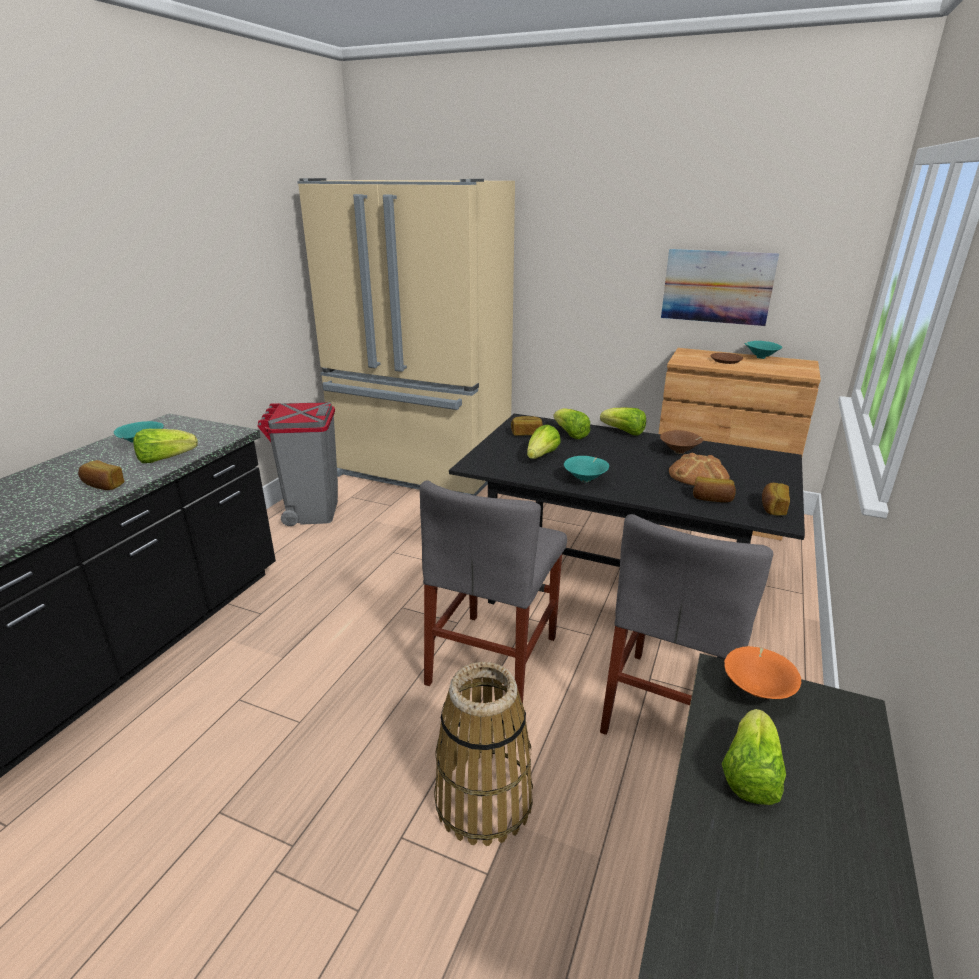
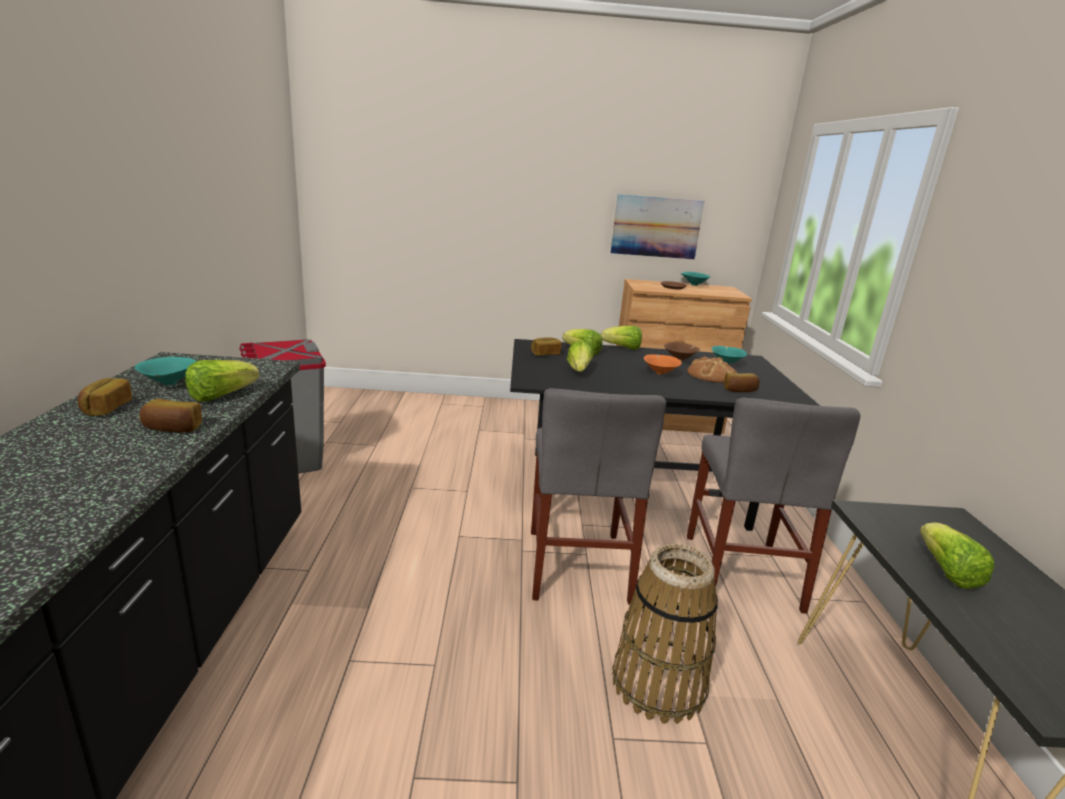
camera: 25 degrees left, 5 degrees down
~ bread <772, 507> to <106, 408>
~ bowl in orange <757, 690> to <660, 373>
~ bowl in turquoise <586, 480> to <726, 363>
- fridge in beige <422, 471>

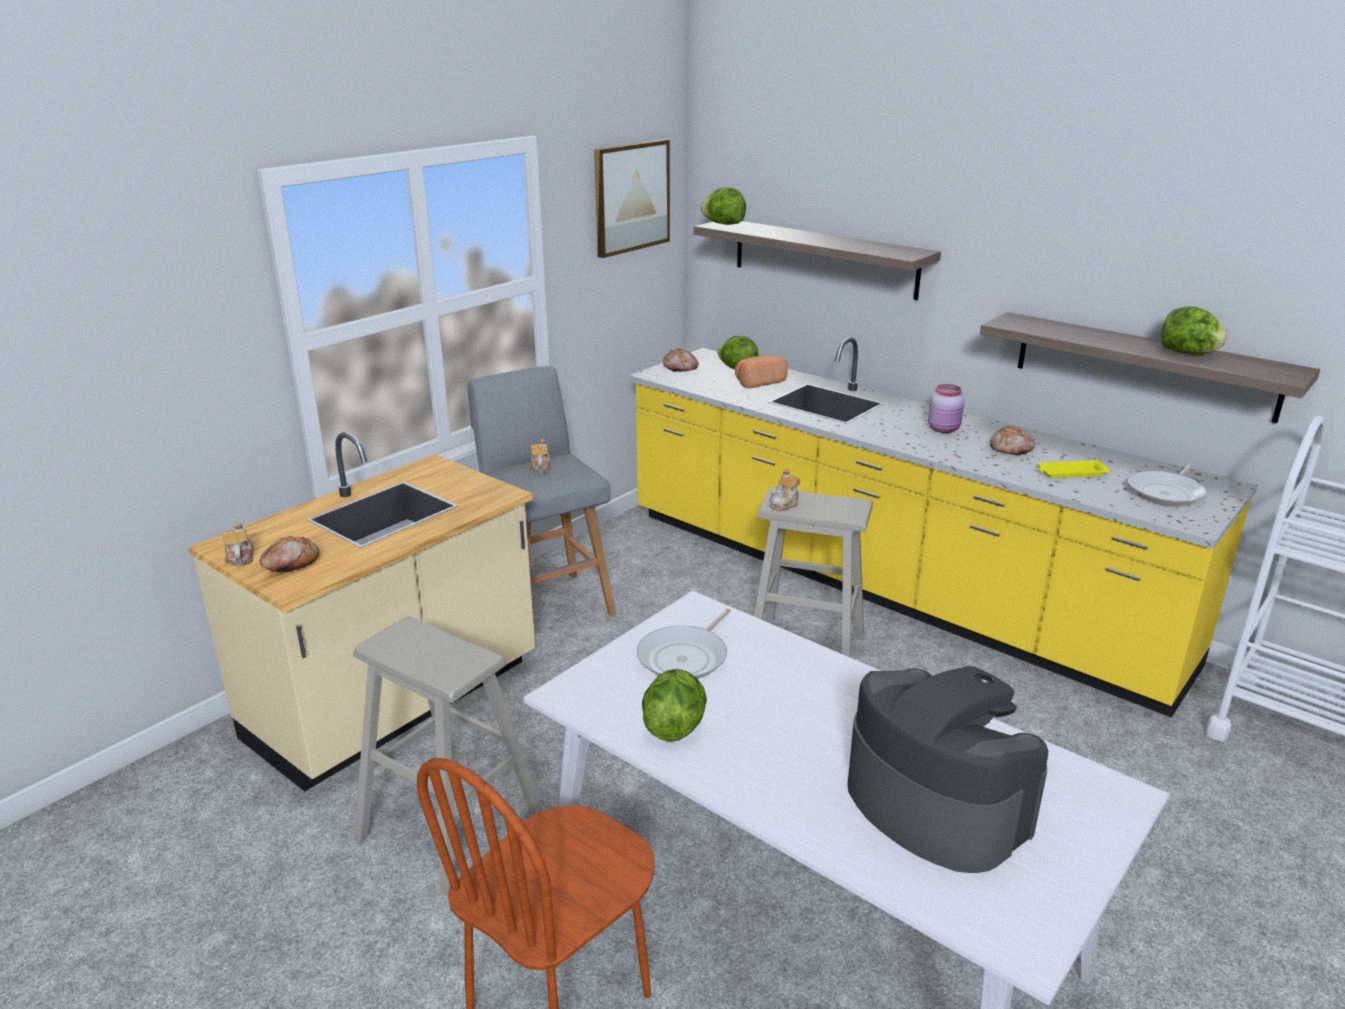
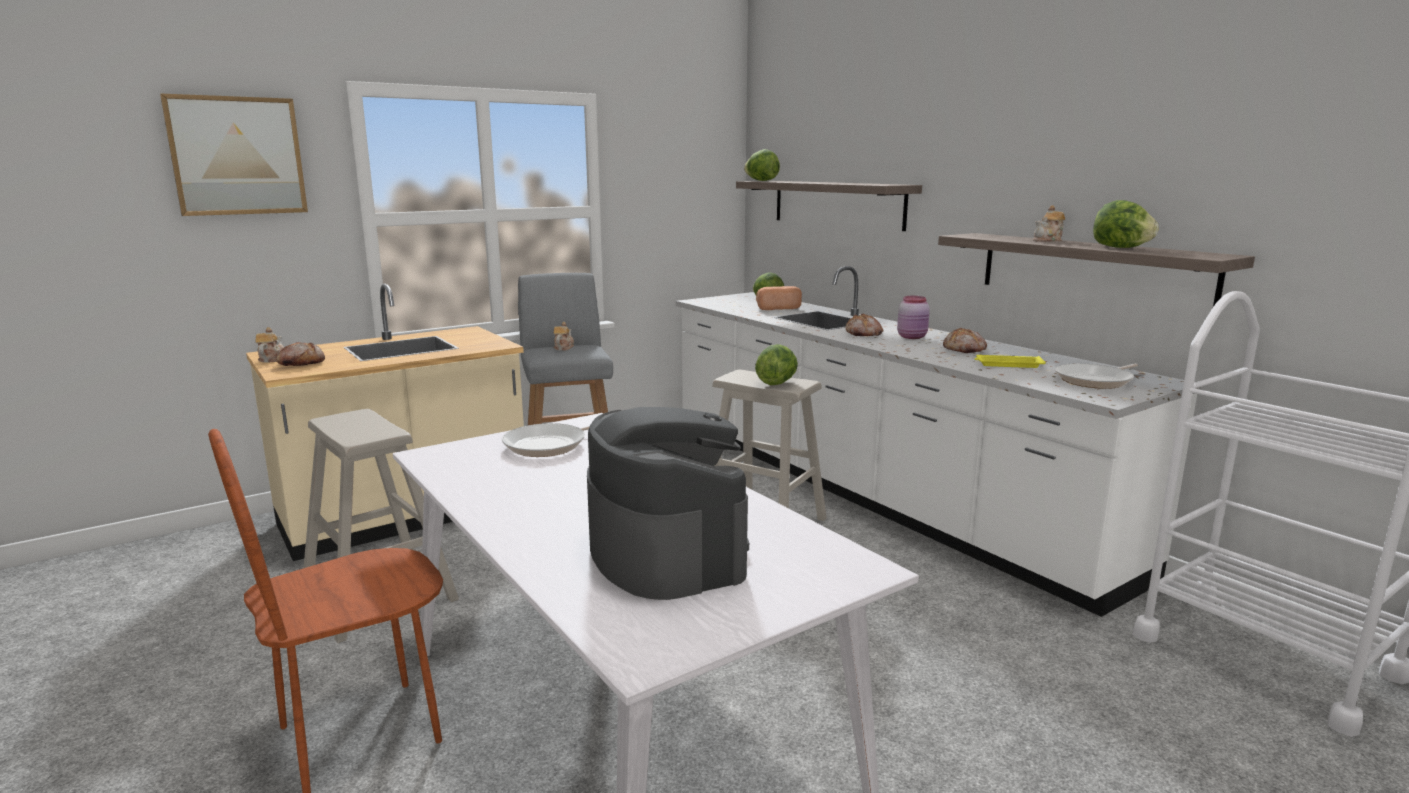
camera: 15 degrees right, 10 degrees down
~ picture <631, 197> to <237, 156>
~ counter in yellow <885, 586> to counter in white <868, 491>
~ lettuce <674, 726> to <776, 383>
~ bread <680, 367> to <863, 334>
~ teapot <785, 504> to <1048, 240>

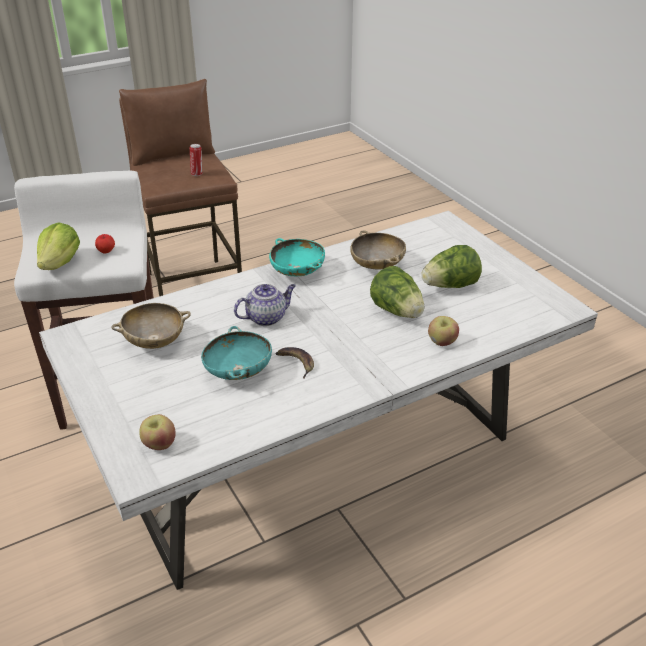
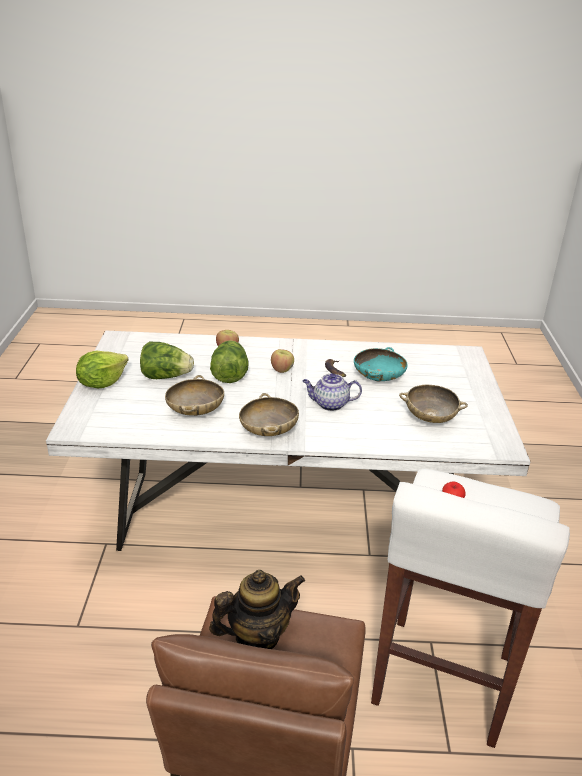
camera: 150 degrees left, 5 degrees down
~ lettuce <61, 263> to <102, 383>
~ can <197, 174> to teapot <257, 635>
~ bowl in turquoise <297, 272> to bowl in beige <268, 431>
~ apple <159, 444> to <282, 370>

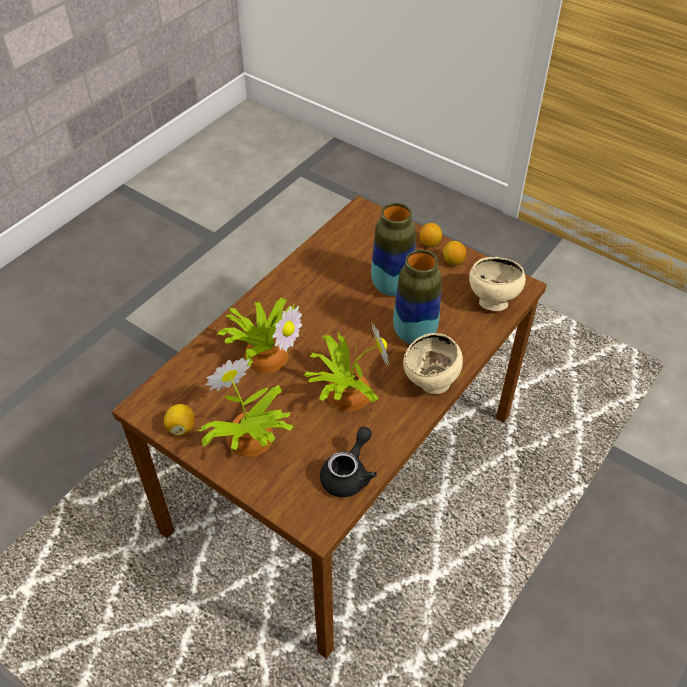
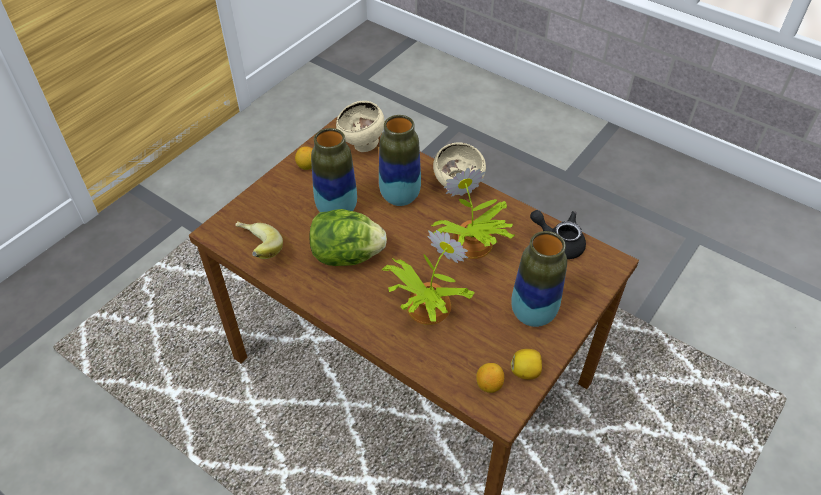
camera: 90 degrees left, 0 degrees up
+ banana <256, 251>
+ lettuce <346, 255>
~ lemon <429, 243> to <489, 385>
~ potted plant <249, 439> to vase <533, 314>

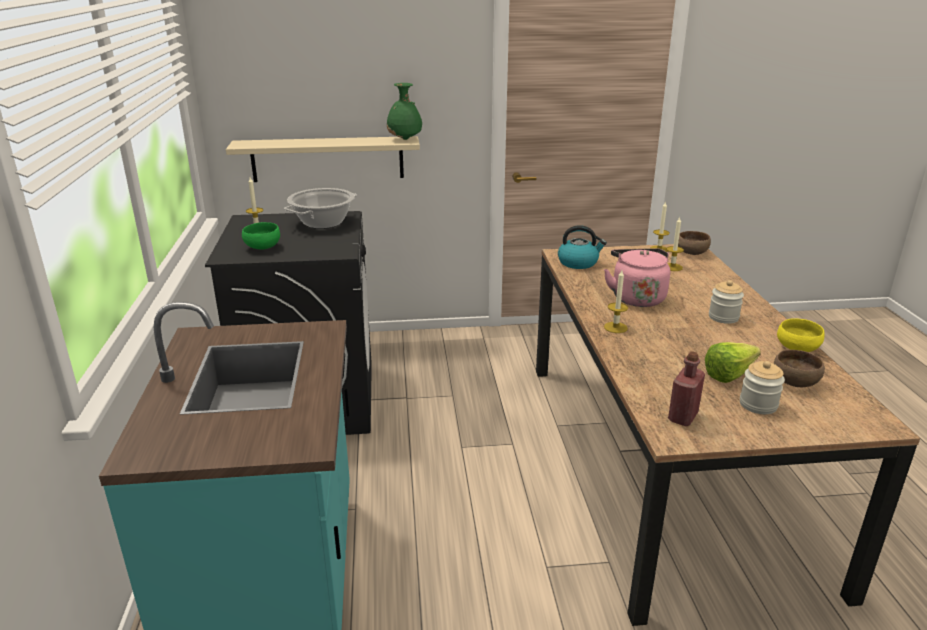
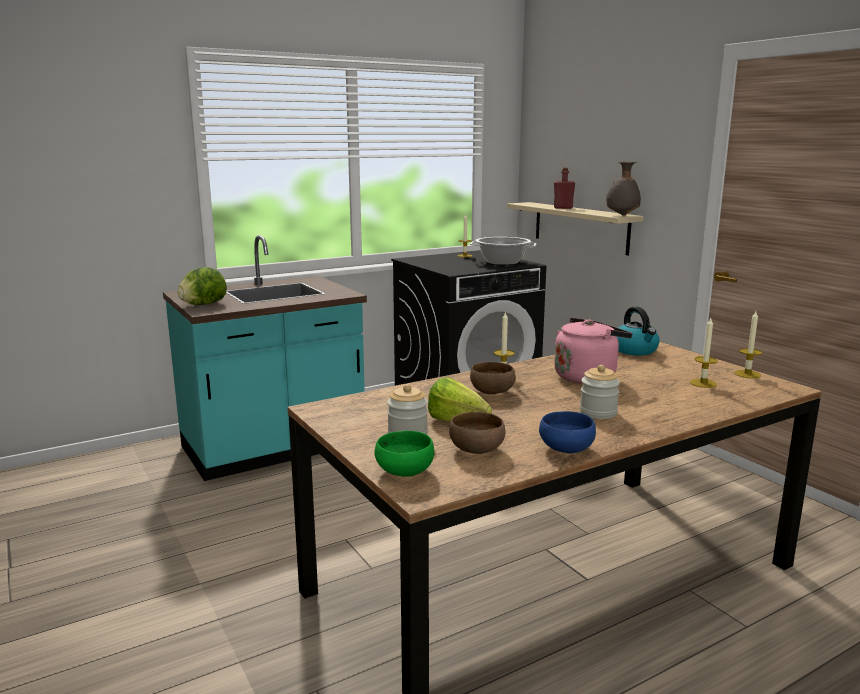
camera: 65 degrees right, 10 degrees down
+ lettuce <203, 304>
~ bowl in green <262, 248> to <403, 472>
~ bowl in brown <691, 253> to <491, 391>
~ bowl in yellow <797, 349> to bowl in blue <565, 449>
~ bottle in red <683, 417> to <563, 208>
~ vase in green <405, 139> to vase in grey <622, 215>

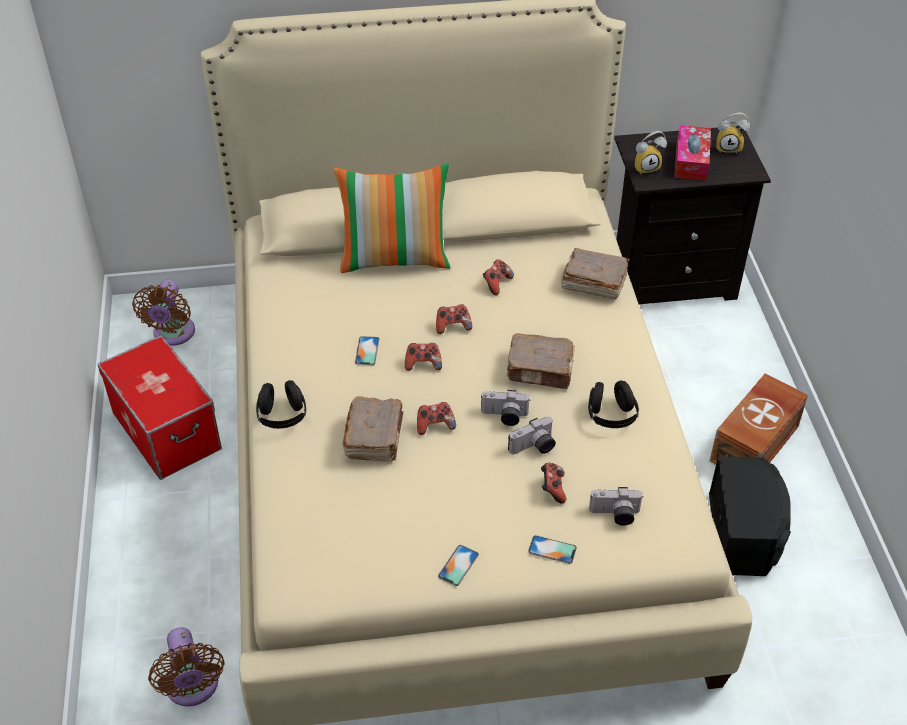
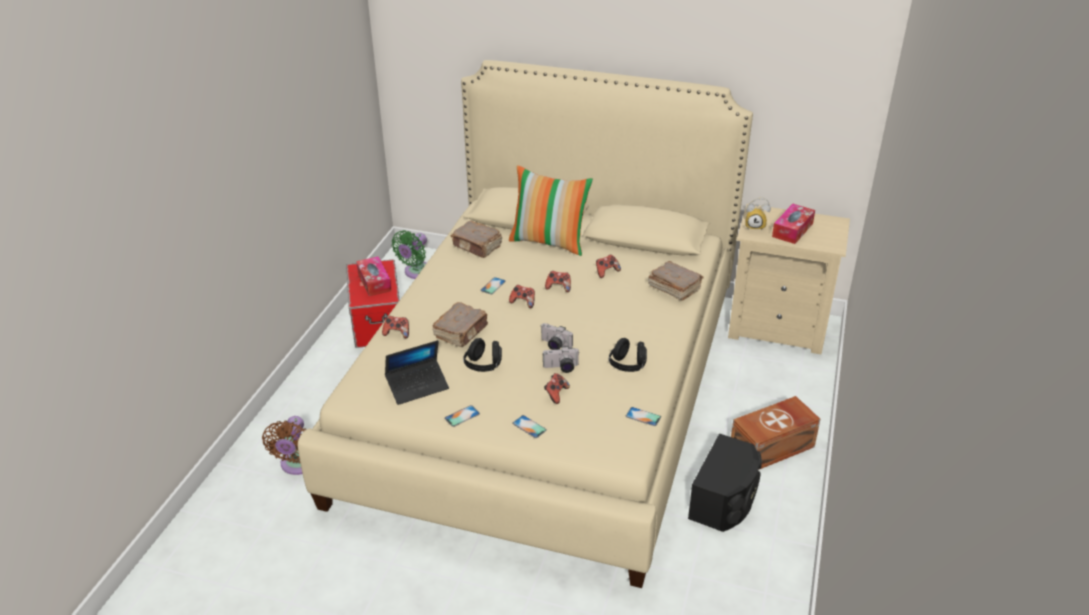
camera: 25 degrees right, 10 degrees down
+ tissue box <374, 282>
~ game controller <435, 425> to <397, 333>
+ laptop <417, 386>
~ fan in brown <173, 334> to fan in green <416, 272>
~ book in brown <541, 370> to <477, 246>
~ headphones in black <282, 416> to <483, 365>
+ phone <643, 417>
~ nightstand in black <671, 278> to nightstand in beige <778, 328>
- photo camera <615, 515>
- alarm clock <729, 148>

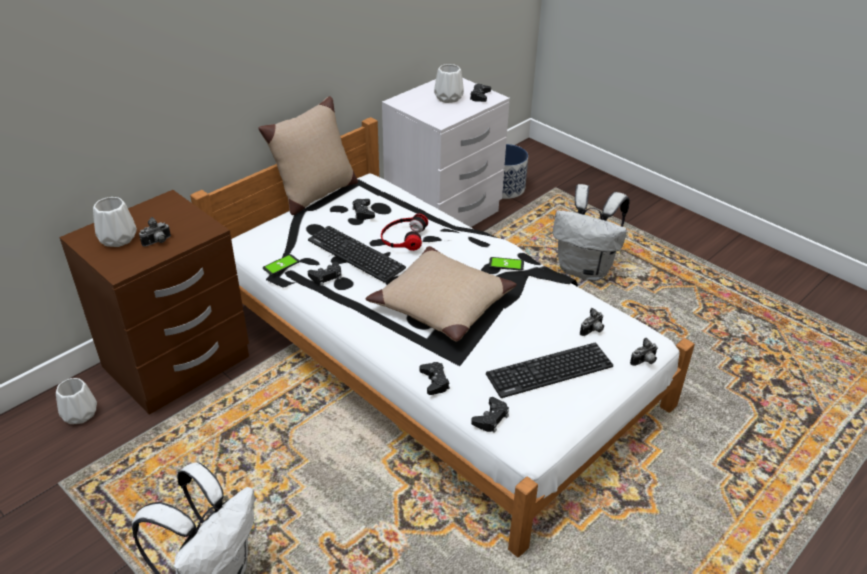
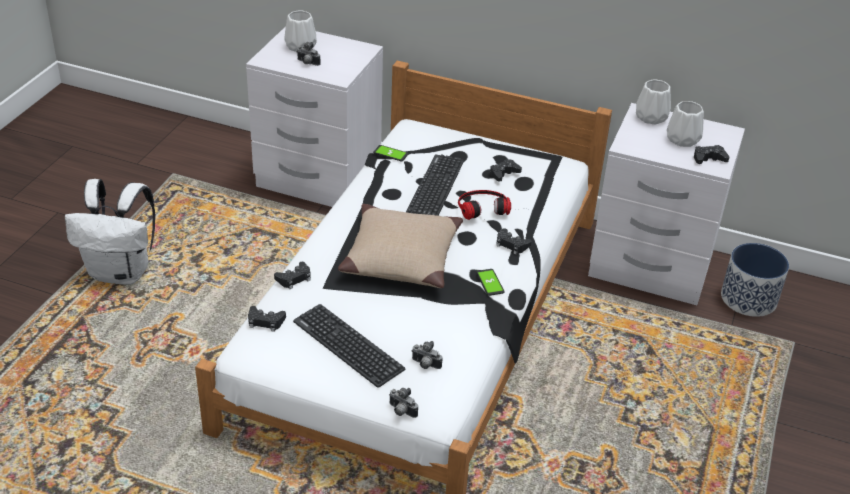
camera: 65 degrees right, 0 degrees up
~ nightstand in brown <178, 363> to nightstand in white <318, 179>
~ game controller in black <326, 276> to <511, 244>
~ vase in white <80, 415> to <650, 117>
- pillow in beige <315, 194>
- backpack in white <585, 269>

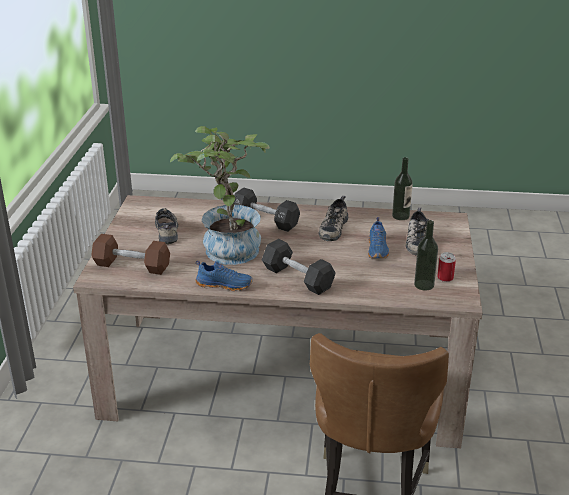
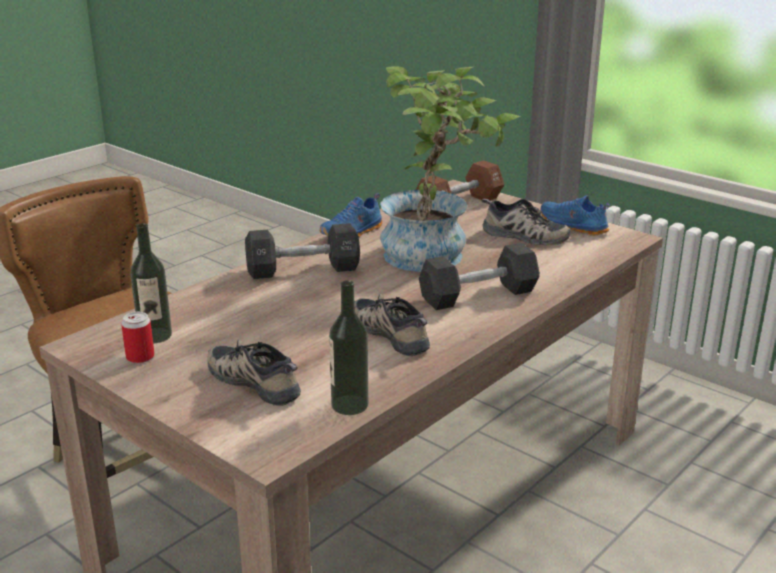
camera: 125 degrees right, 5 degrees down
~ shoe in blue <378, 250> to <572, 226>

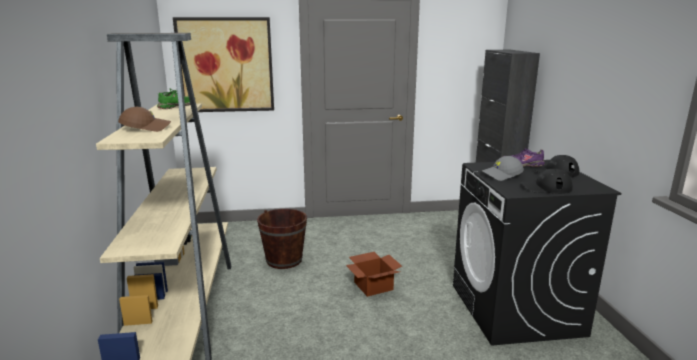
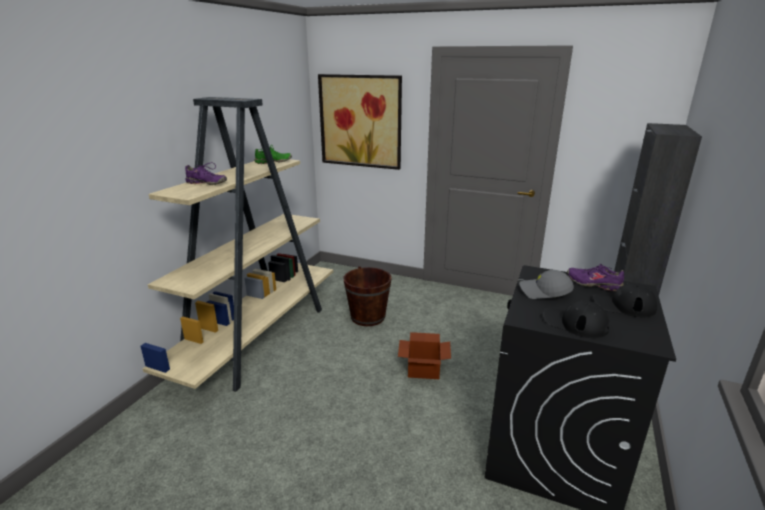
camera: 30 degrees right, 5 degrees up
~ cap in brown <146, 128> to shoe in purple <206, 183>

